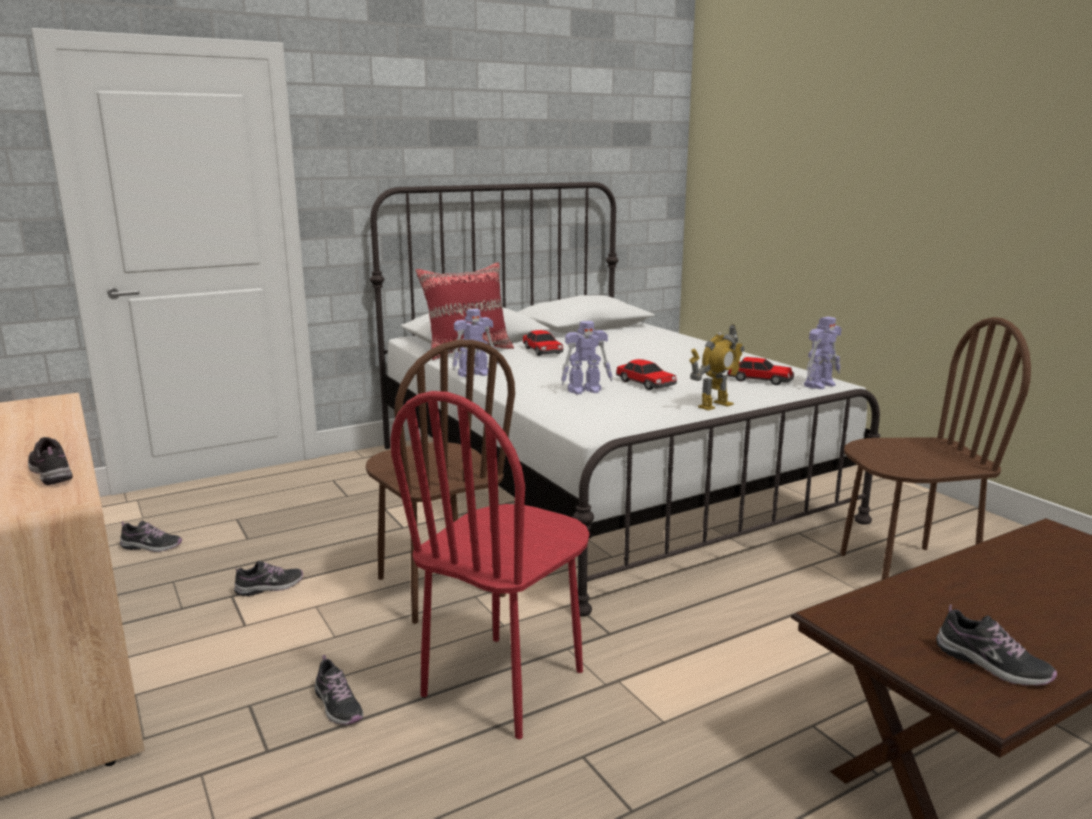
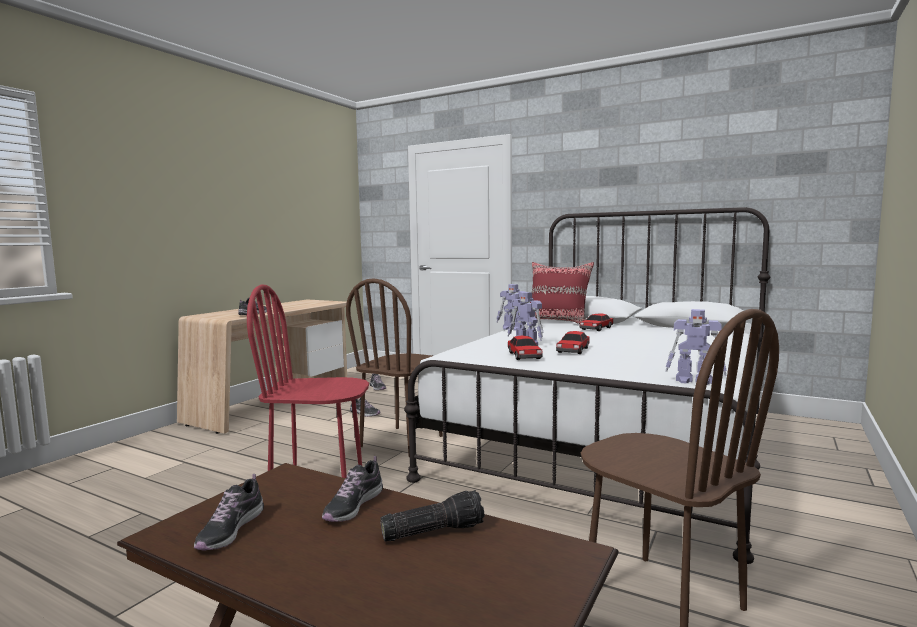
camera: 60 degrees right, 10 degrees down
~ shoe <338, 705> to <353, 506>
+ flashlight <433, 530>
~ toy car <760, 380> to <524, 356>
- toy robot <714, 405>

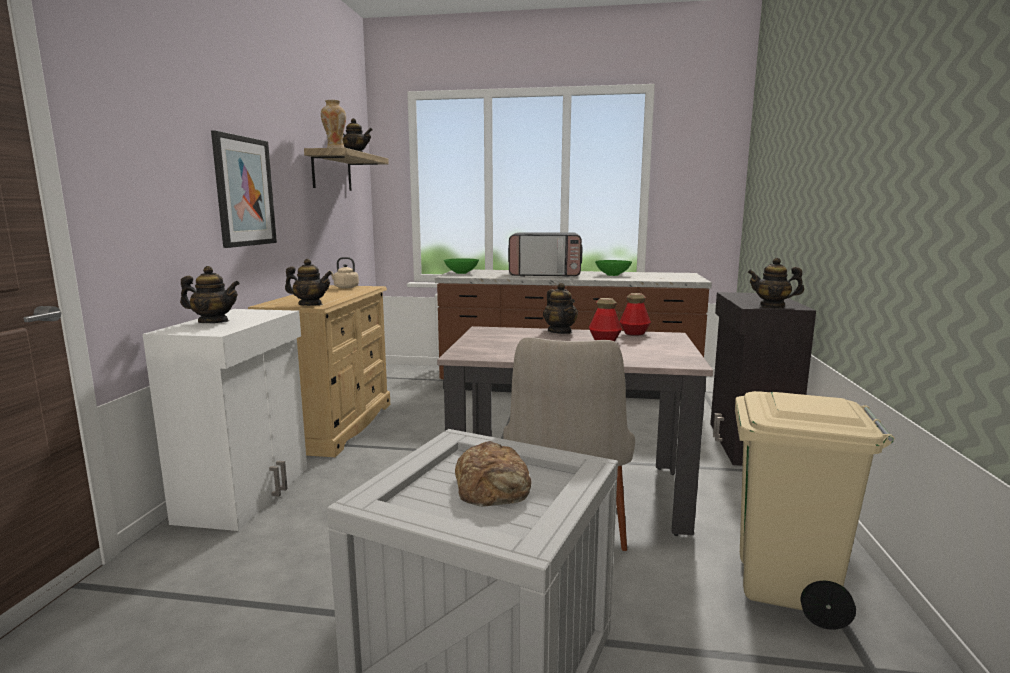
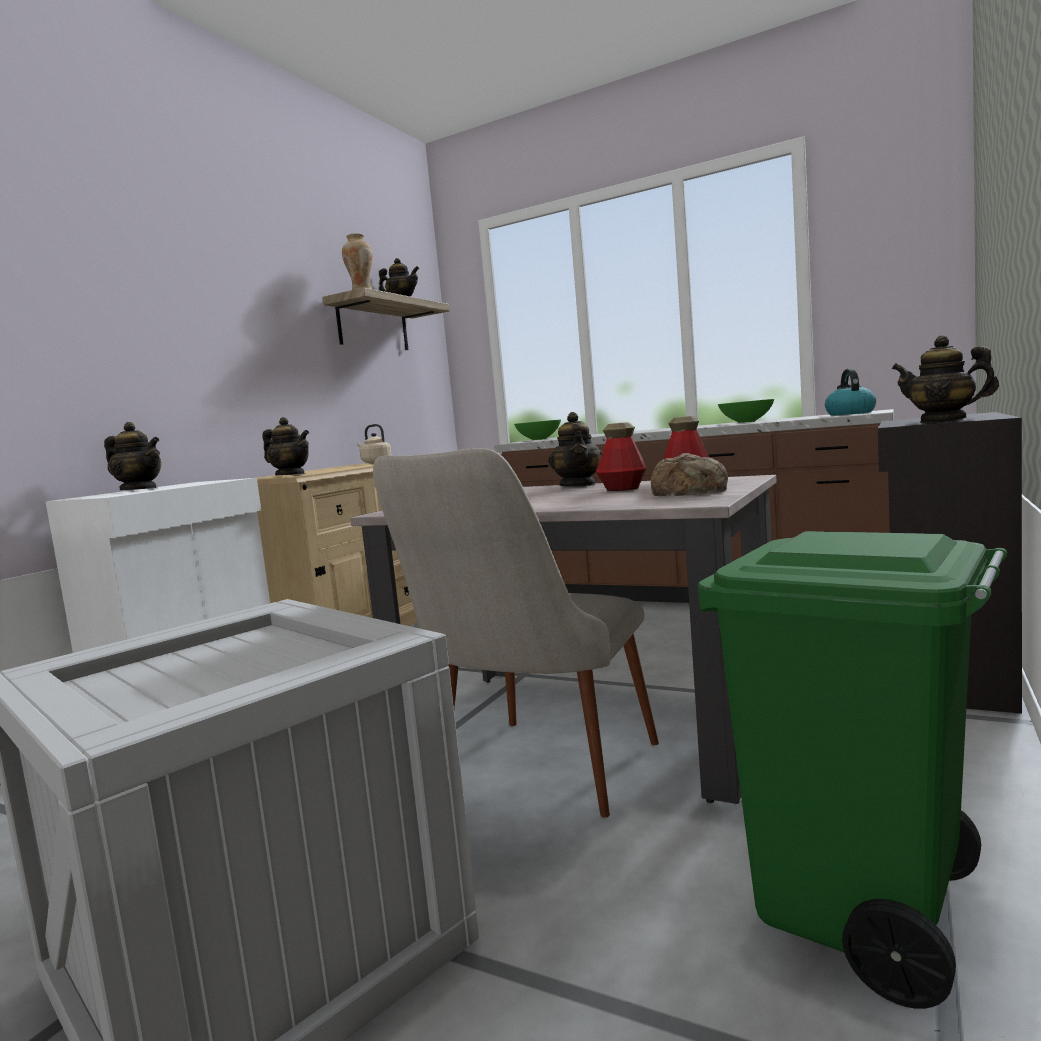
camera: 20 degrees right, 5 degrees down
~ bread <494, 485> to <690, 490>
~ trash can in beige <786, 587> to trash can in green <861, 912>
+ kettle <849, 413>
- picture <244, 191>
- microwave <545, 275>

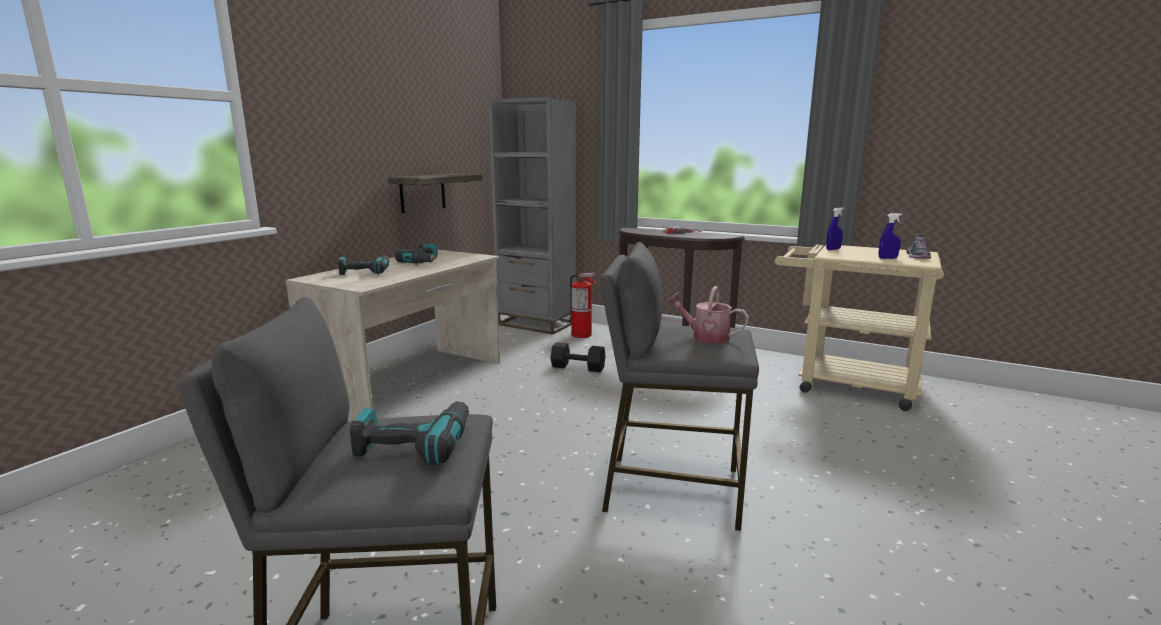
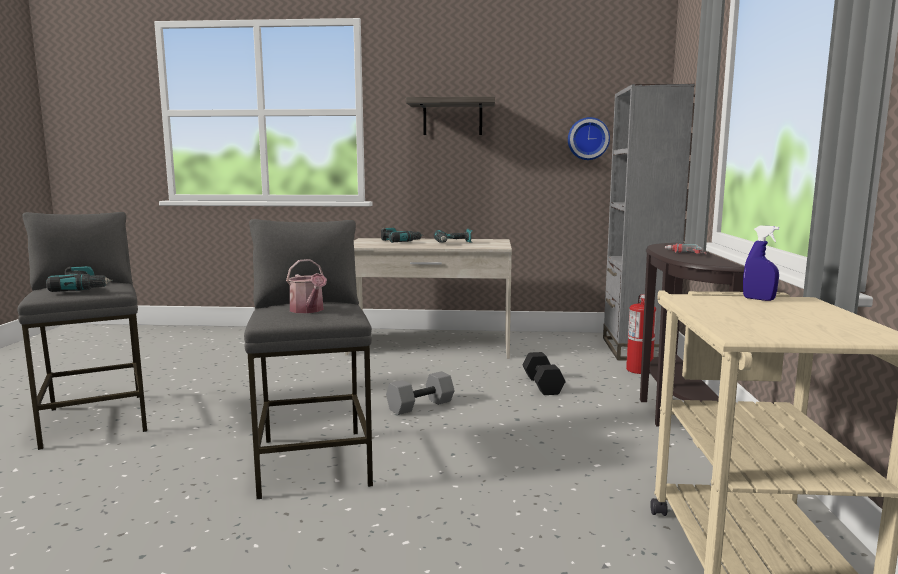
camera: 65 degrees right, 5 degrees down
~ watering can <705, 337> = <308, 310> 150 degrees clockwise
+ dumbbell in grey <420, 405>
~ shelf <422, 193> to <452, 118>
+ wall clock <588, 139>
- spray bottle in blue <887, 258>
- shoe <917, 256>

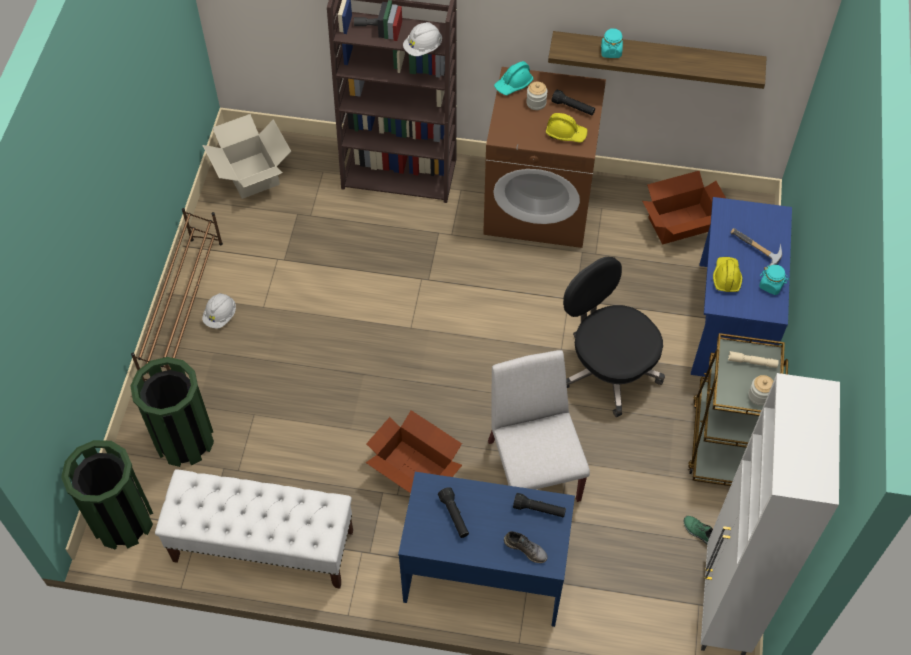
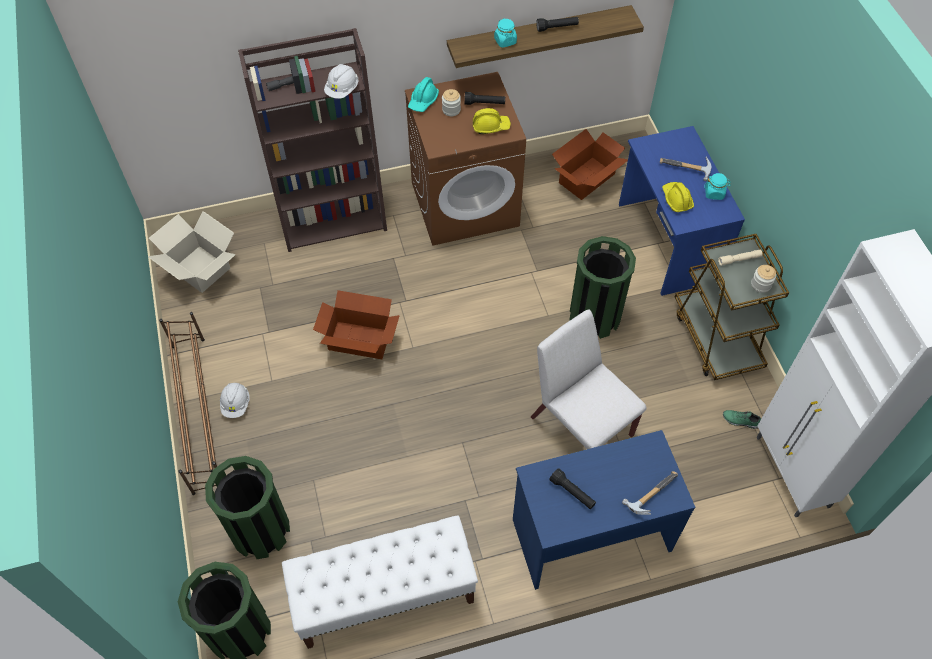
camera: 25 degrees left, 0 degrees up
~ cardboard box <415, 470> to <359, 339>
~ flashlight in black <539, 509> to <557, 28>
~ office chair in black <608, 368> to trash can in green <594, 317>
~ shoe in grey <526, 549> to hammer <649, 494>

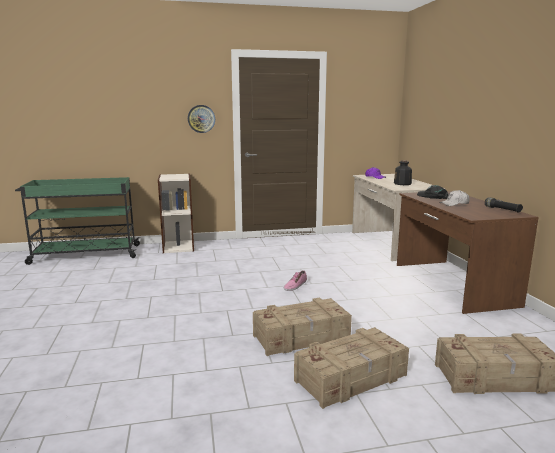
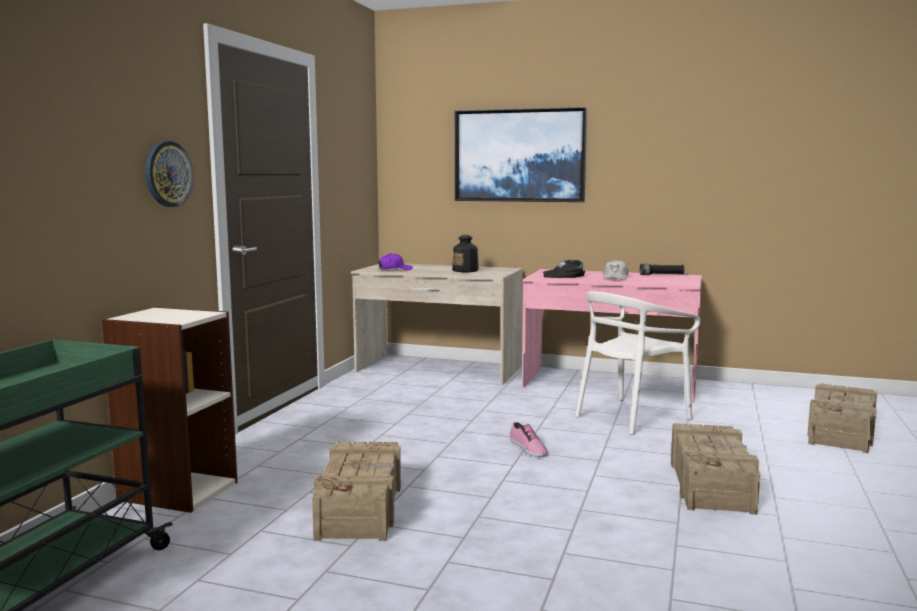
camera: 60 degrees left, 5 degrees down
~ crate <352, 378> to <361, 506>
+ picture <519, 155>
~ desk in brown <451, 284> to desk in pink <610, 384>
+ chair in white <630, 416>

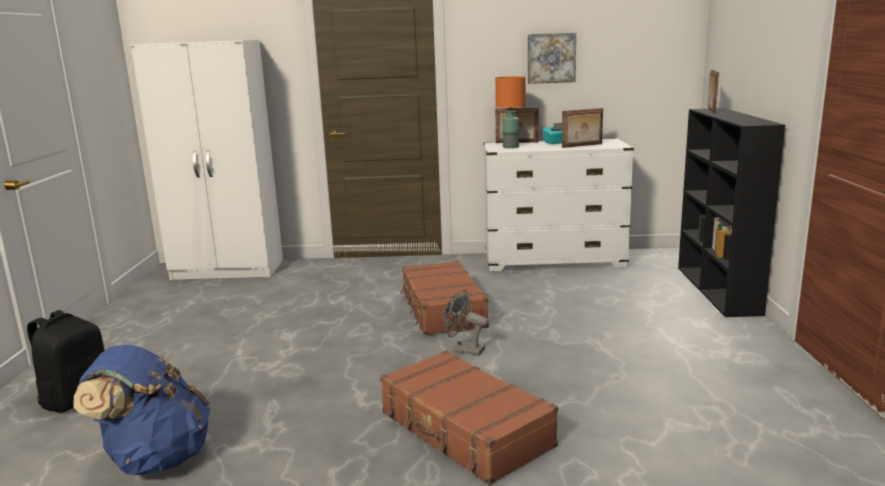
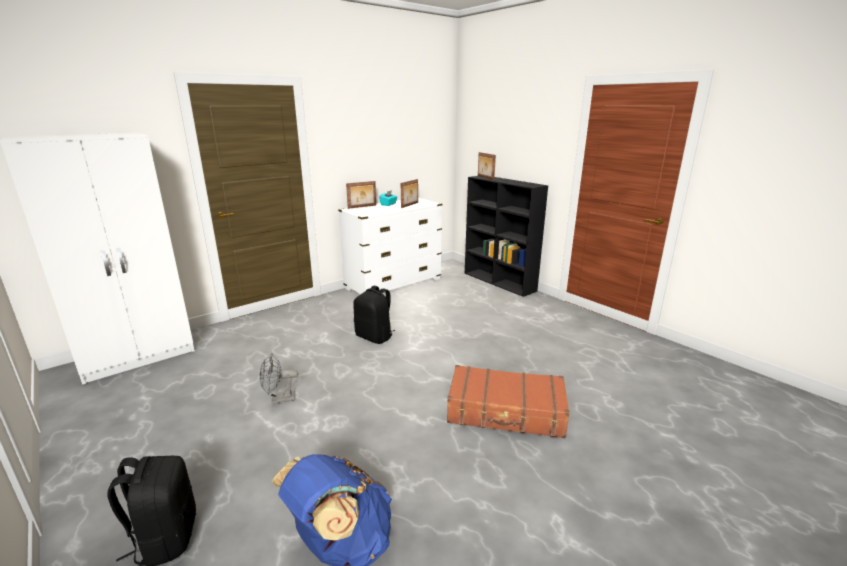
camera: 40 degrees left, 5 degrees up
~ fan in grey <464, 350> to <279, 399>
~ suitcase in brown <442, 310> to backpack in black <375, 337>
- table lamp in orange <511, 147>
- picture <551, 58>

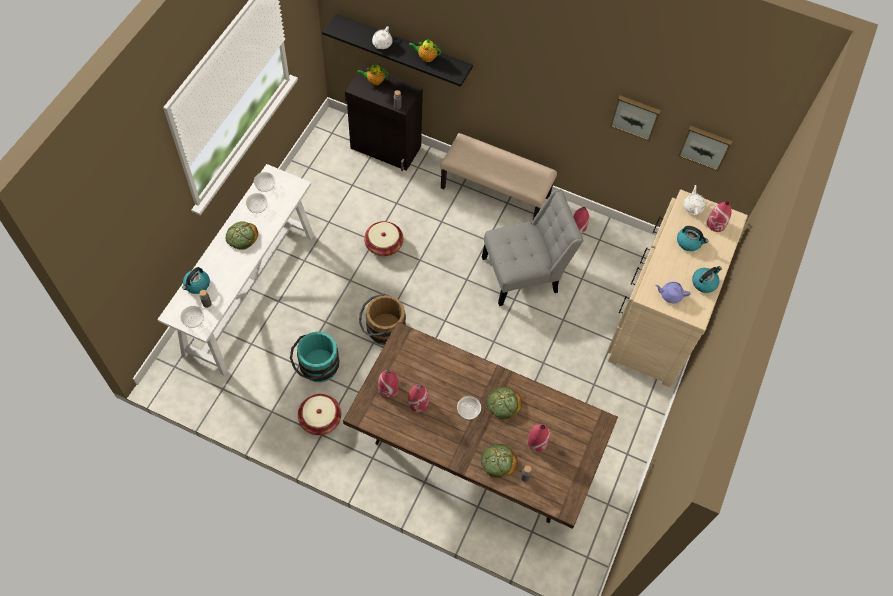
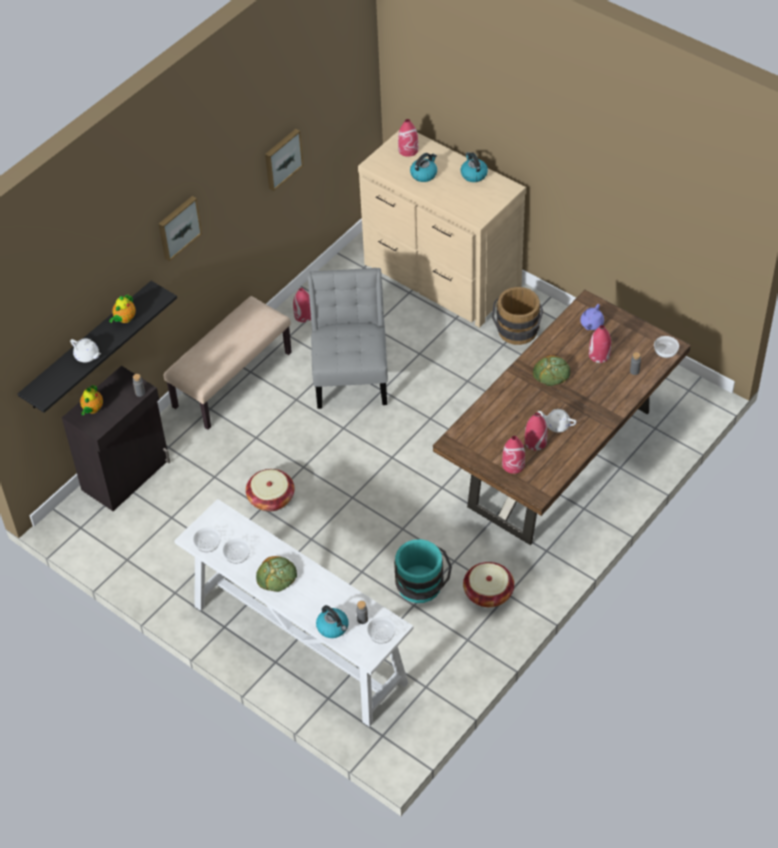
camera: 70 degrees left, 10 degrees down
~ picture <705, 147> to <178, 227>
~ bucket in brown <382, 329> to <517, 333>
~ teapot in white <692, 206> to <557, 425>
~ teapot in purple <670, 295> to <591, 324>
~ bowl <468, 411> to <665, 351>
- bread <498, 461>

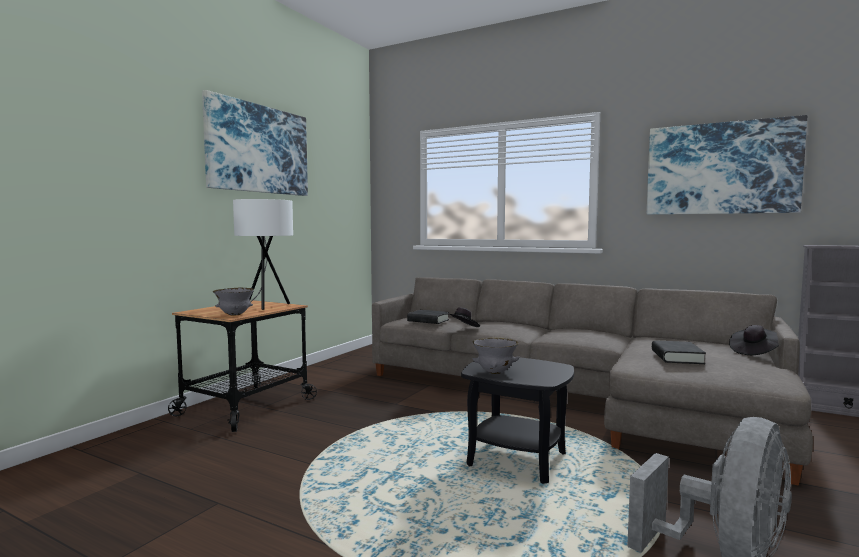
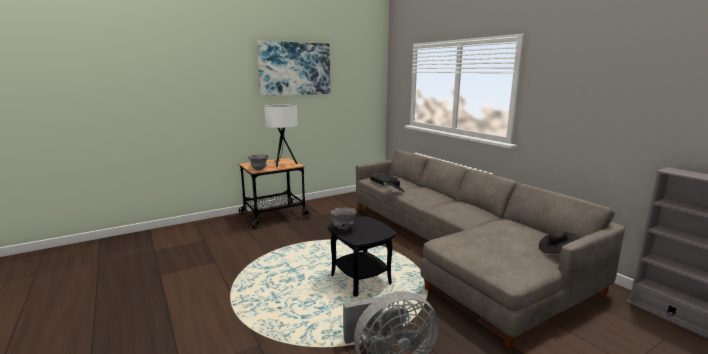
camera: 30 degrees right, 10 degrees up
- picture <721, 168>
- book in black <677, 357>

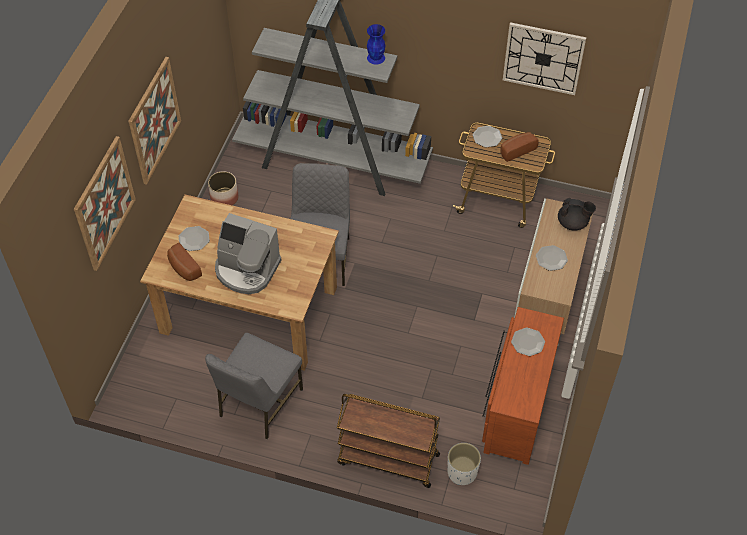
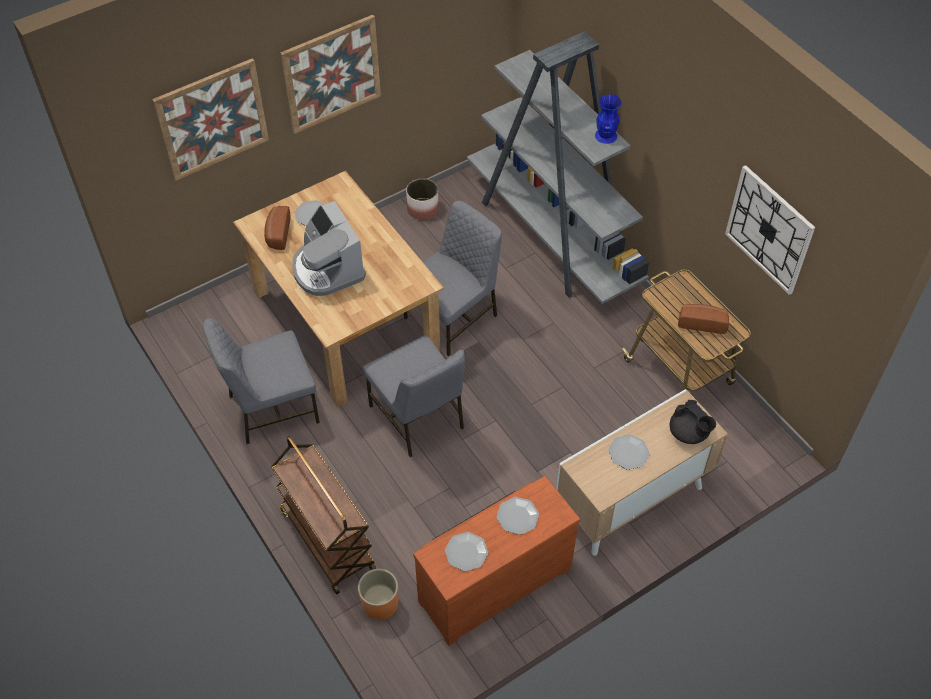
camera: 40 degrees right, 0 degrees up
~ planter in white <462, 472> to planter in orange <379, 604>
+ chair in grey <418, 417>
~ plate <487, 137> to <466, 552>

